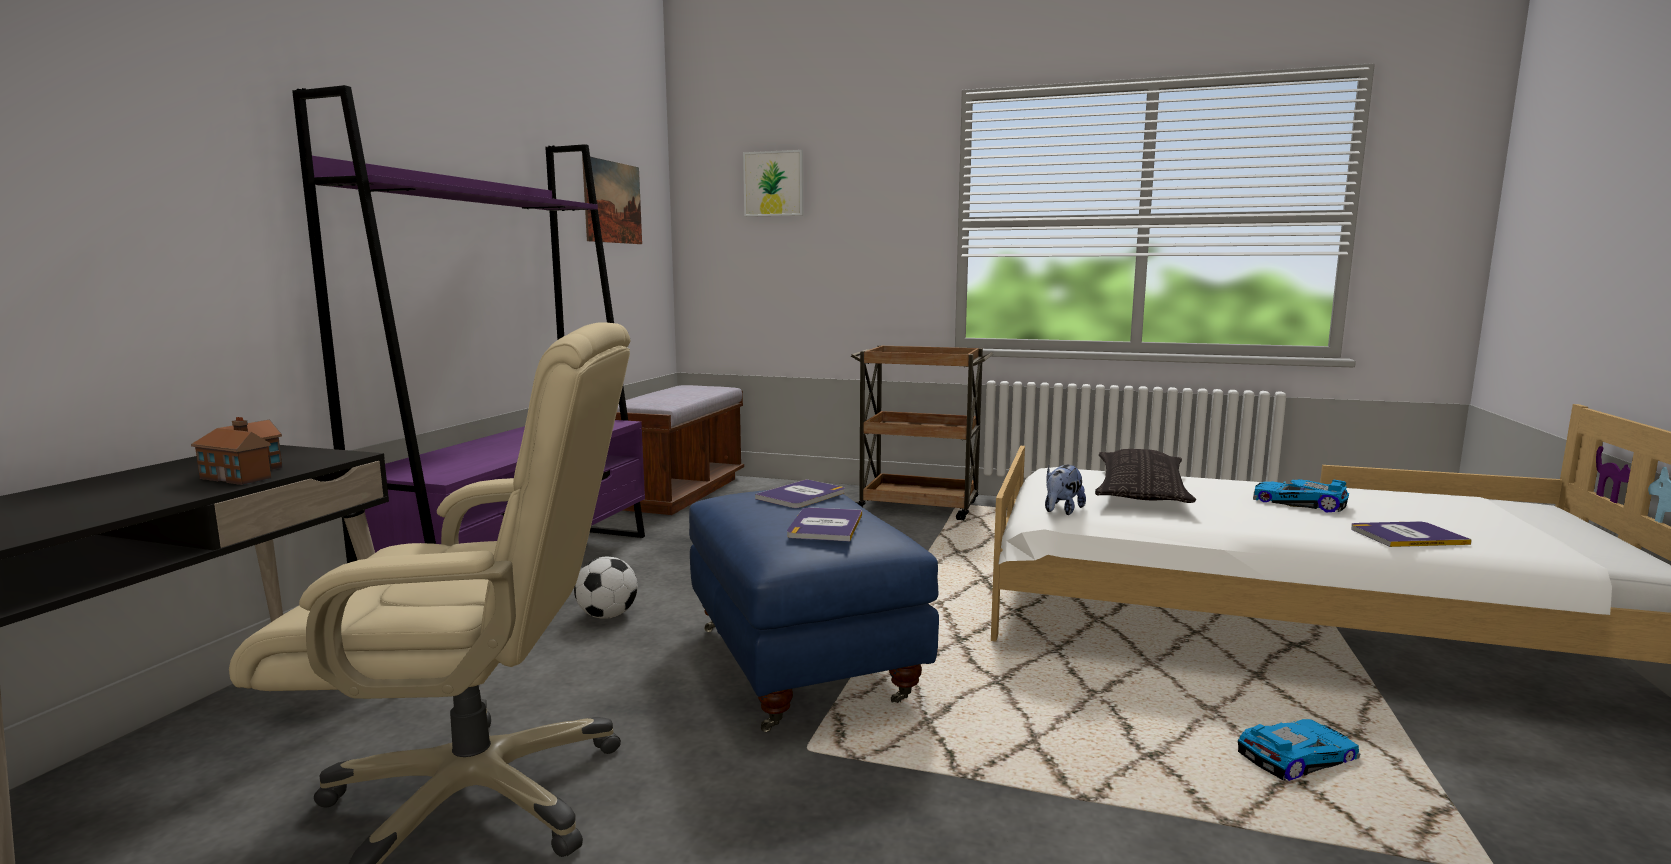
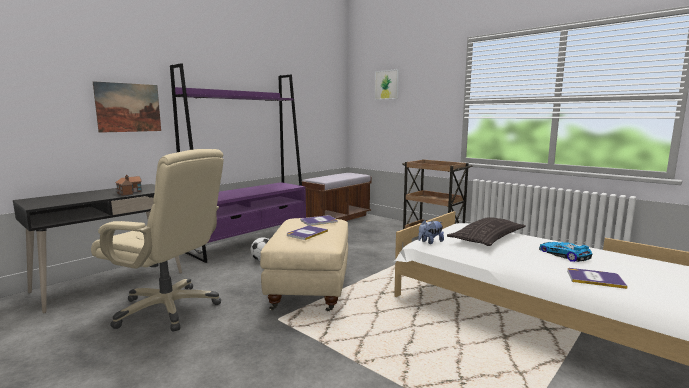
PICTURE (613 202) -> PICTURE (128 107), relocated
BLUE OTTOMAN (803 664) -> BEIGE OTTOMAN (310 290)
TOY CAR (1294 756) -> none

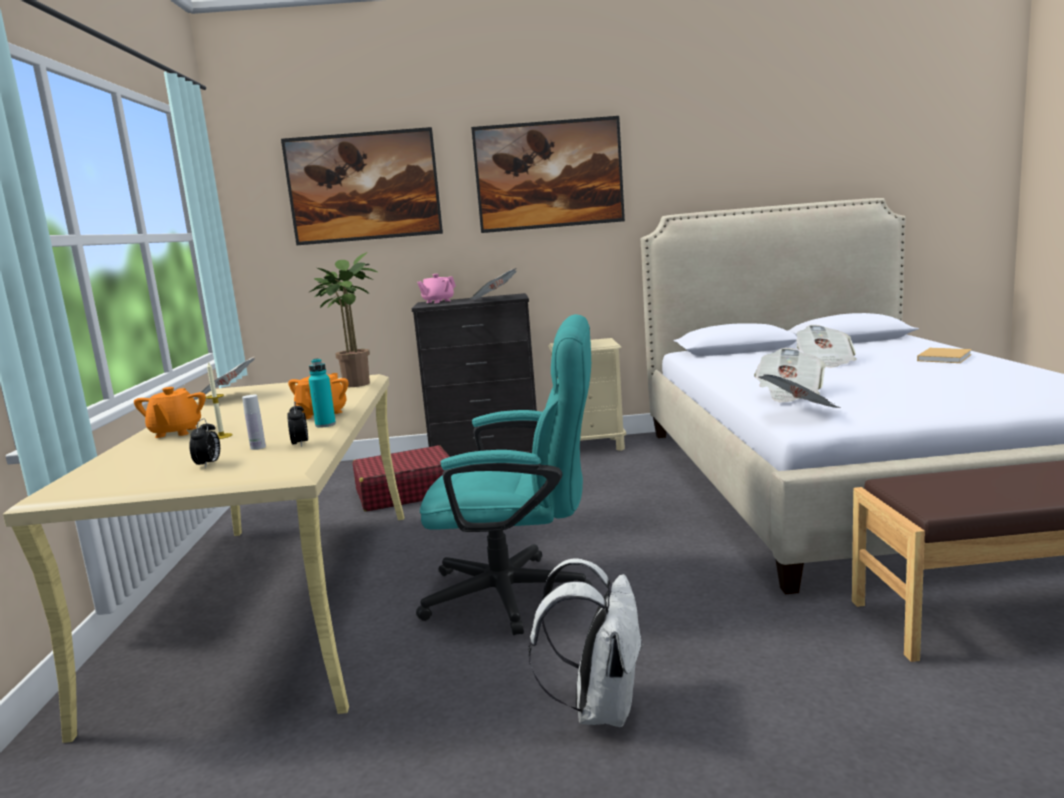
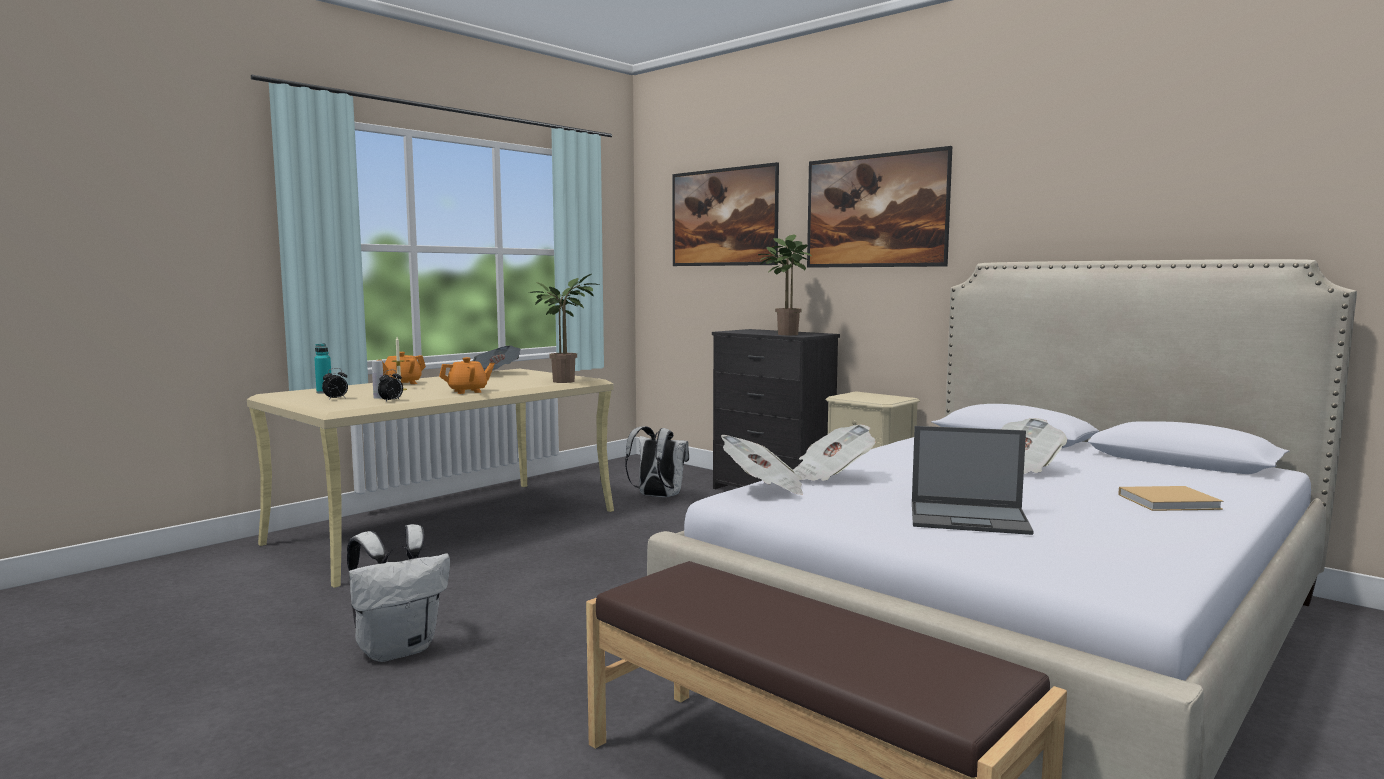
TURQUOISE BOTTLE (325 425) -> TURQUOISE BOTTLE (324 392), relocated
RED SUITCASE (405 493) -> WHITE BACKPACK (657 497)
NEWSPAPER (494 299) -> POTTED PLANT (784 334)
none -> LAPTOP (970 518)
TURQUOISE OFFICE CHAIR (521 594) -> none
PINK TEAPOT (438 301) -> none

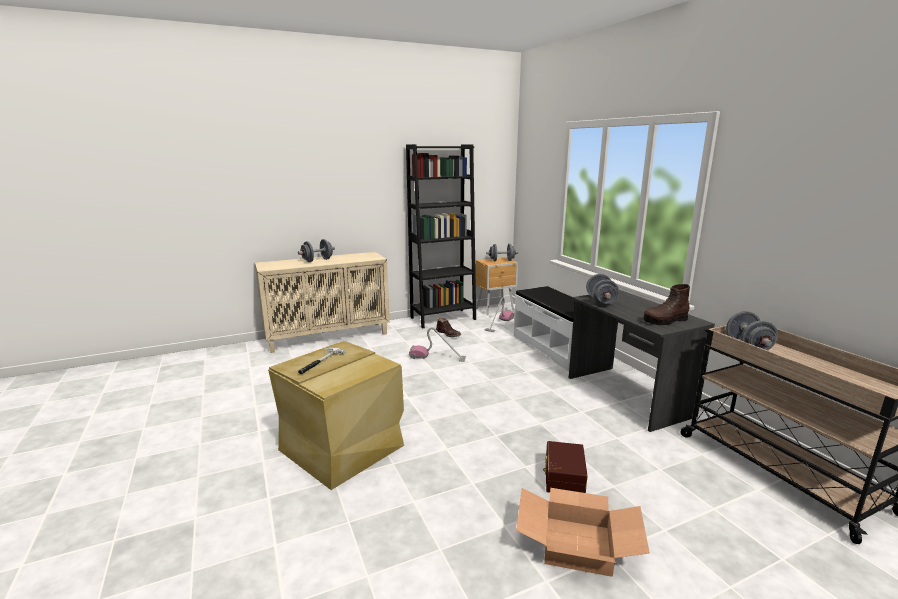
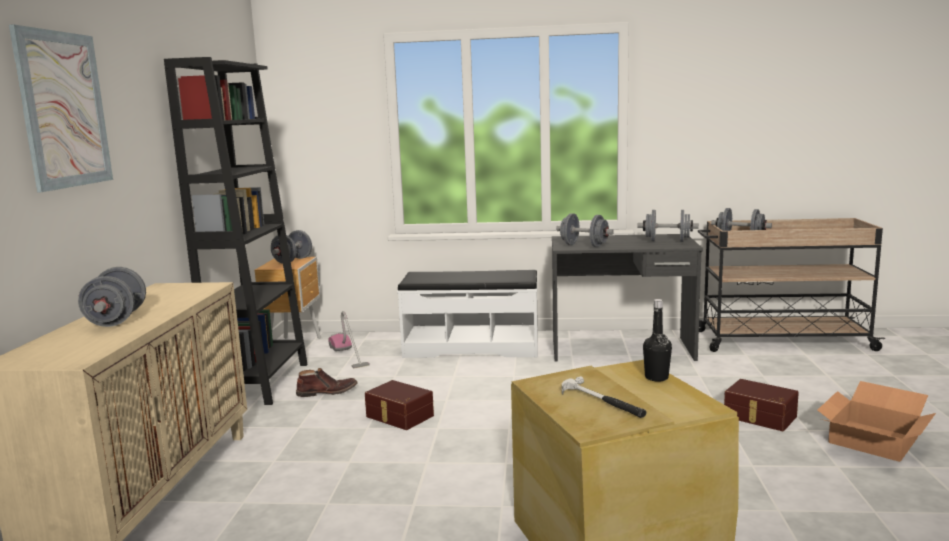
none -> PICTURE (63 110)
VACUUM CLEANER (437 357) -> BROWN STORAGE BOX (399 417)
BROWN BOOT (665 321) -> GREY DUMBBELL (667 241)
none -> BLACK BOTTLE (656 377)

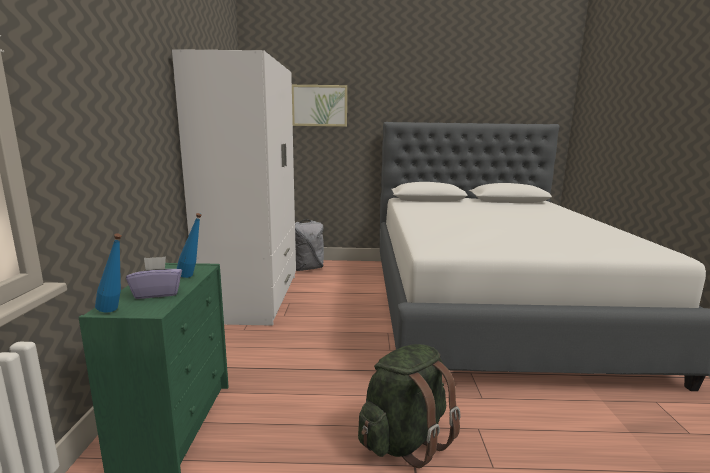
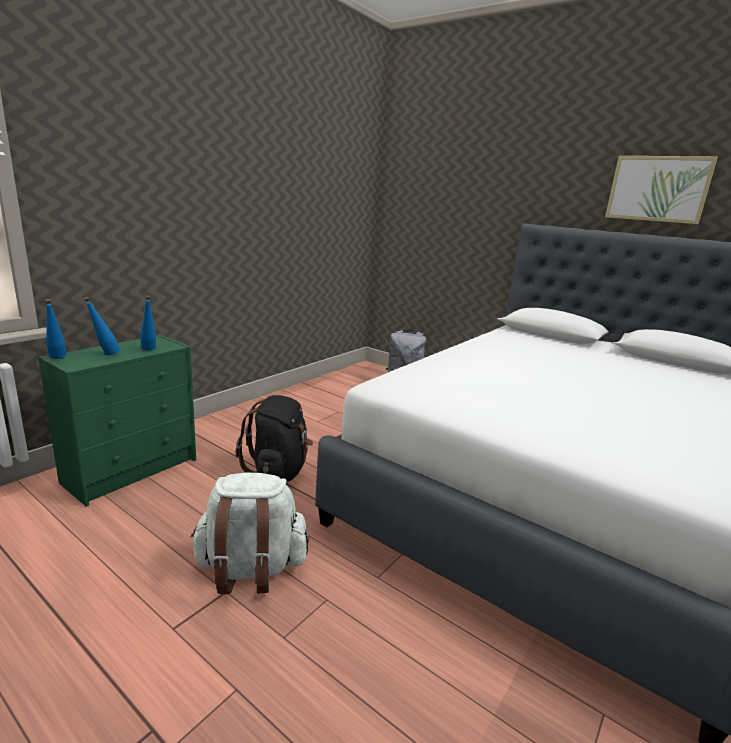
PURPLE TISSUE BOX (157 293) -> BLUE BOTTLE (105 355)
GREEN BACKPACK (405 440) -> WHITE BACKPACK (250 569)
none -> BLACK BACKPACK (278 473)
PICTURE (319 105) -> PICTURE (658 189), relocated
WHITE WARDROBE (254 297) -> none

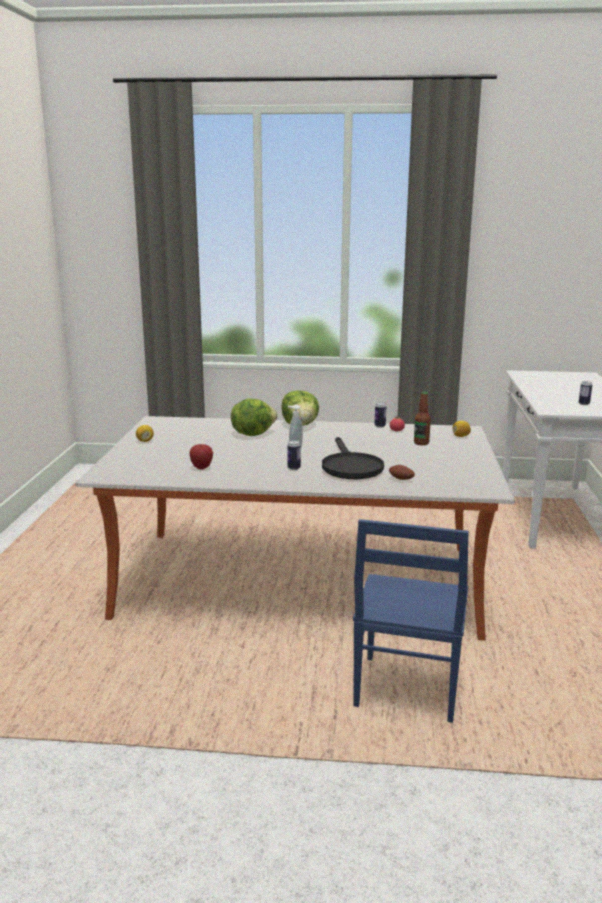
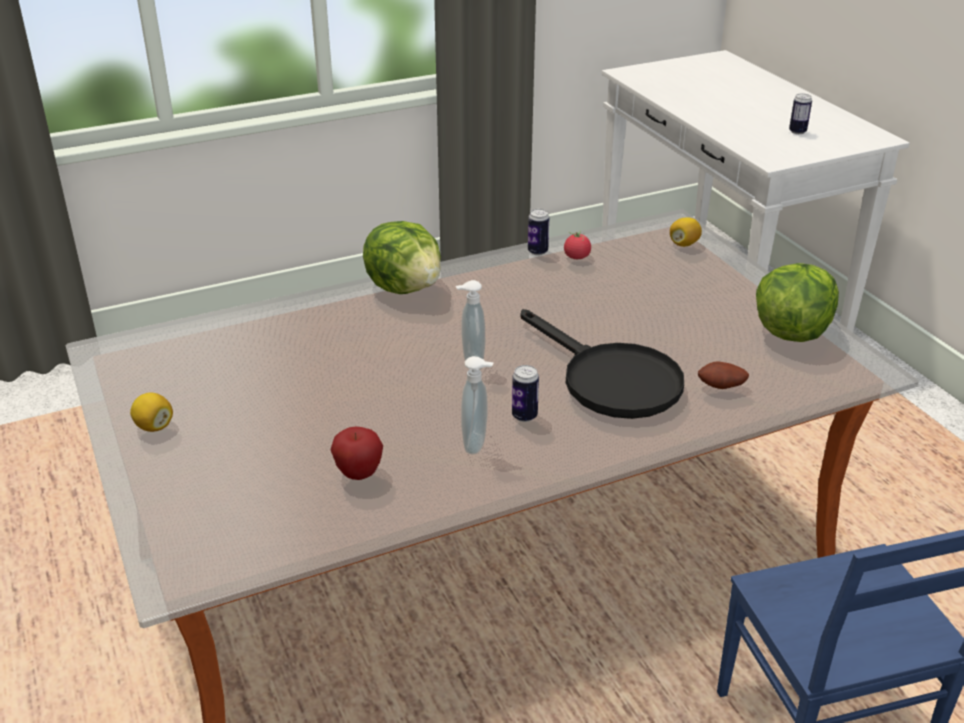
none -> SOAP DISPENSER (477 444)
LETTUCE (252 434) -> LETTUCE (791 331), relocated
BOTTLE (421 443) -> none

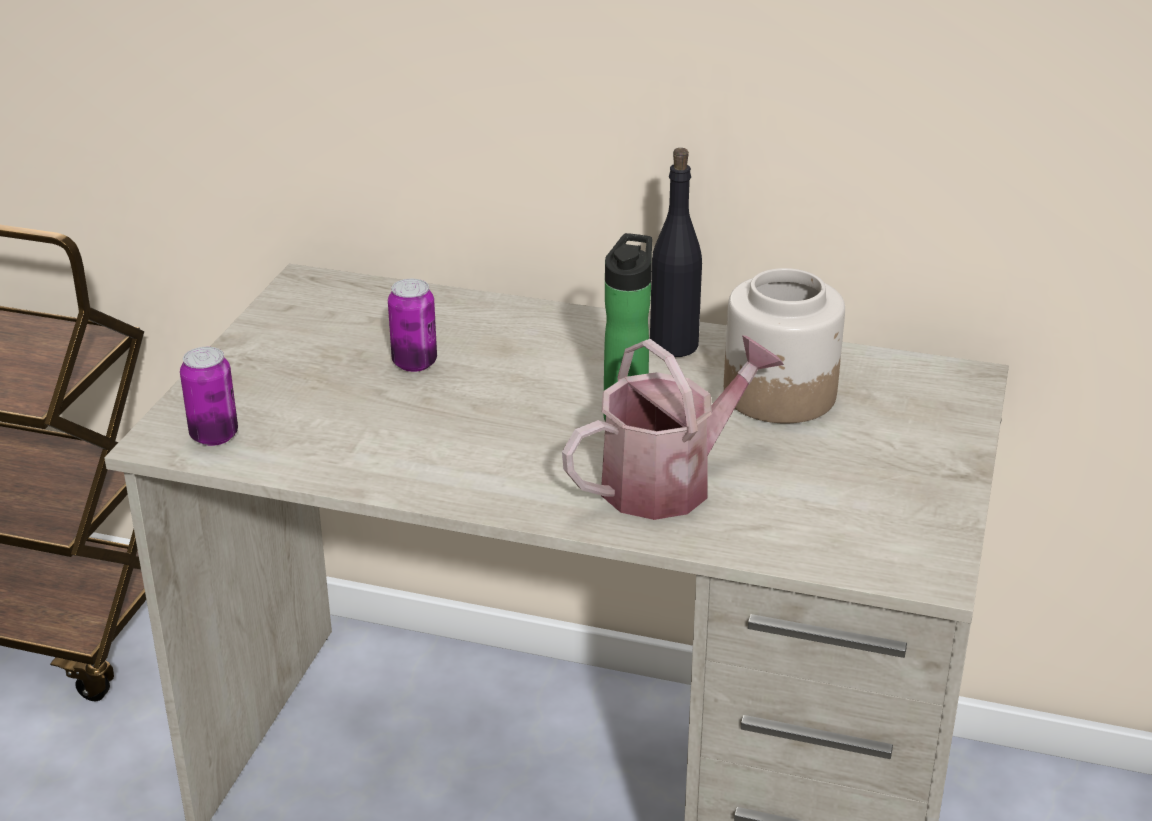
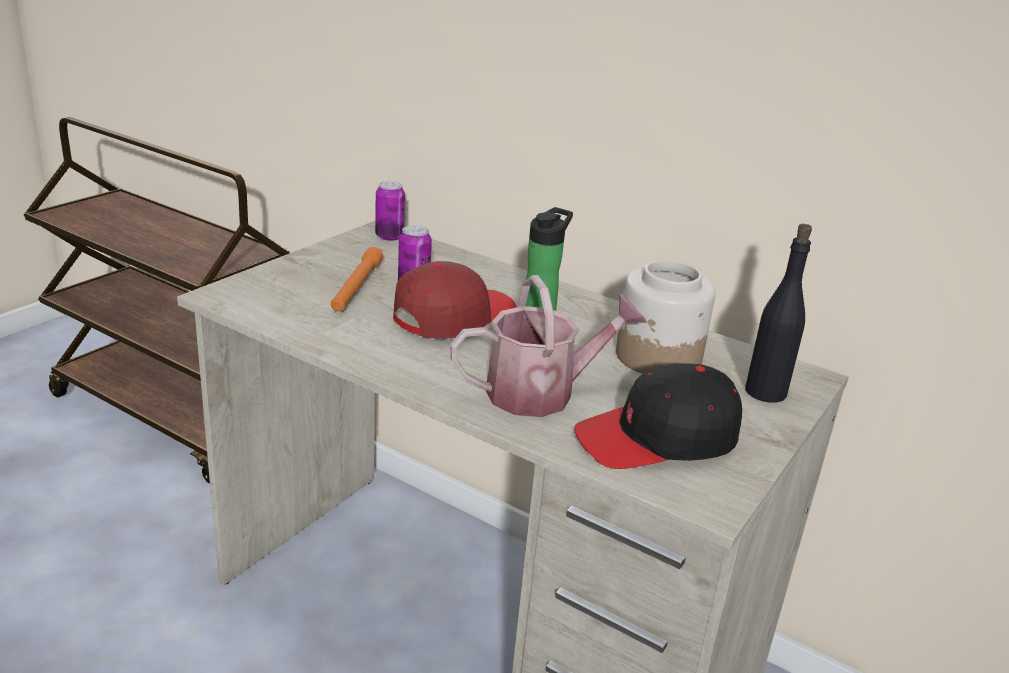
none -> ORANGE FLASHLIGHT (356 287)
CAN (214 436) -> CAN (389 236), relocated
none -> RED CAP (454 317)
none -> BLACK CAP (658 438)
BLACK BOTTLE (674 345) -> BLACK BOTTLE (765 392), relocated

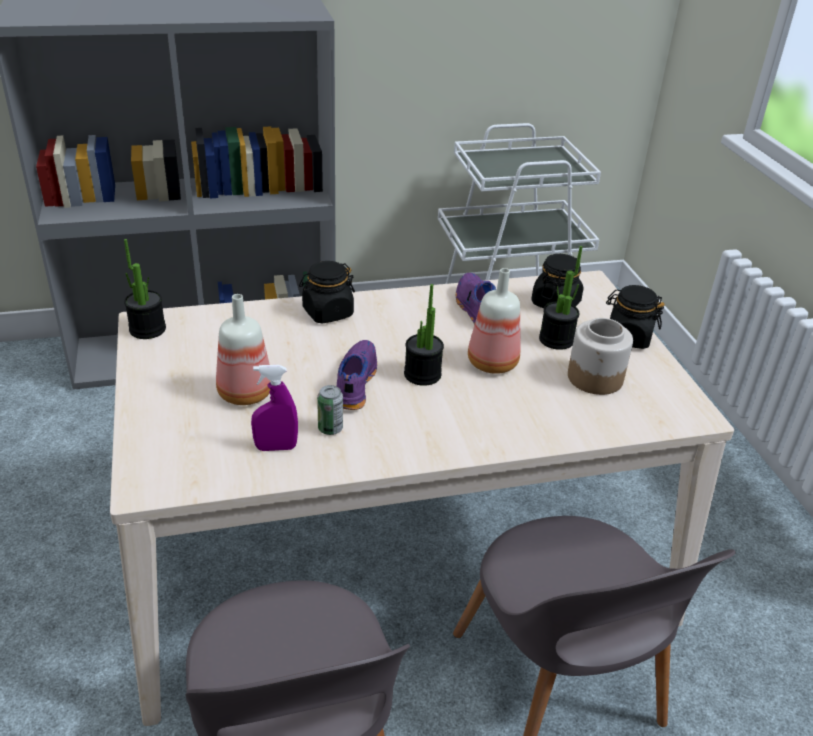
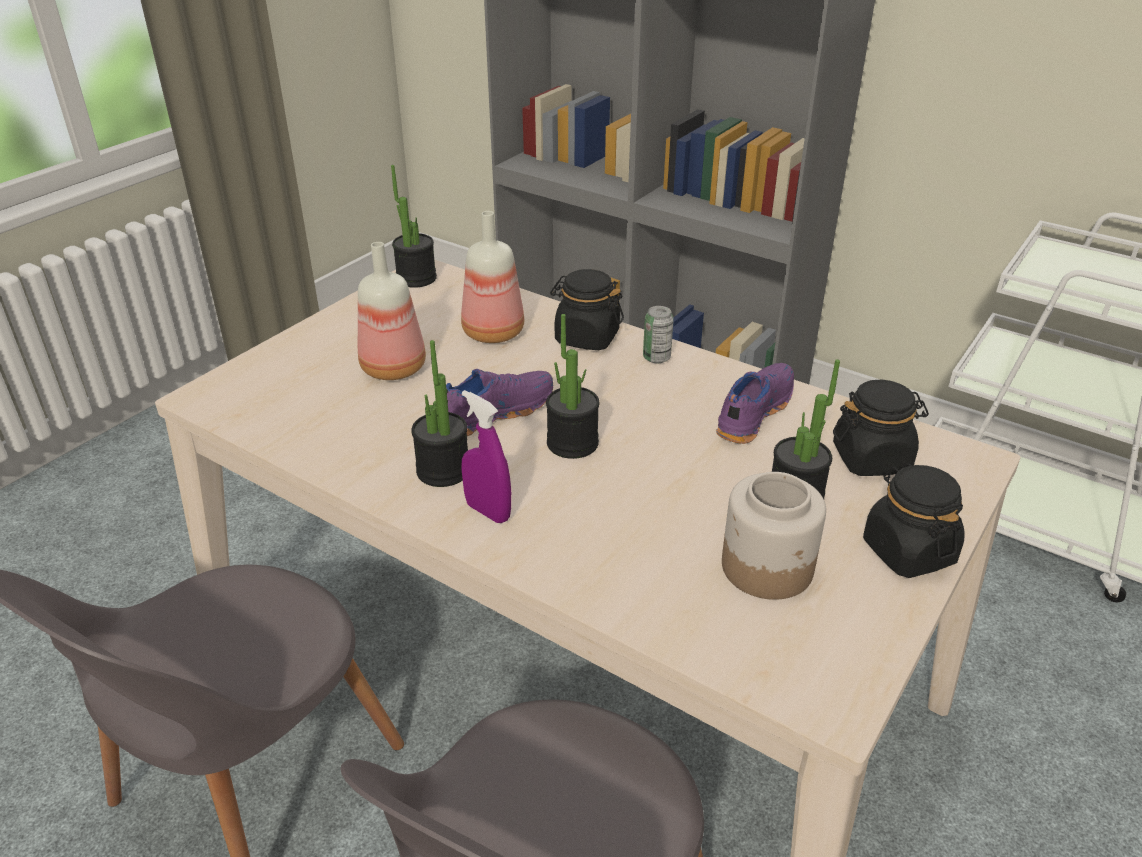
none -> POTTED PLANT (443 470)
BOTTLE (491 364) -> BOTTLE (491 333), relocated
PURPLE SPRAY BOTTLE (276 447) -> PURPLE SPRAY BOTTLE (488 511), relocated
CAN (330 428) -> CAN (656 357), relocated

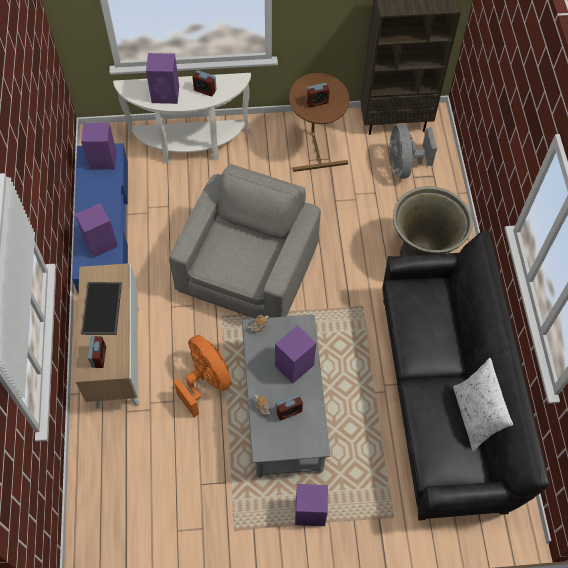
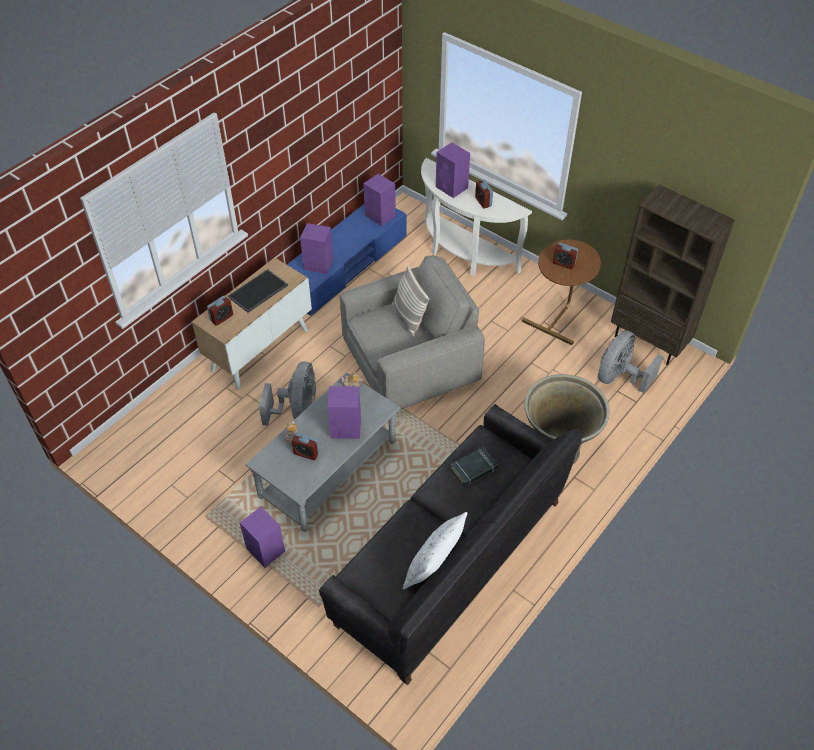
ORANGE FAN (206 381) -> GREY FAN (297 410)
none -> PILLOW (408 318)
none -> BLACK BOOK (474 469)

